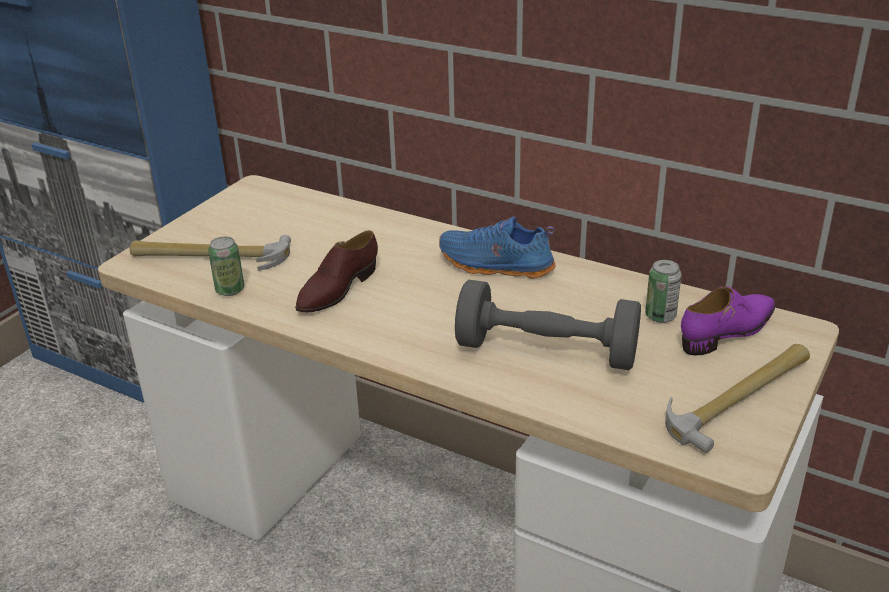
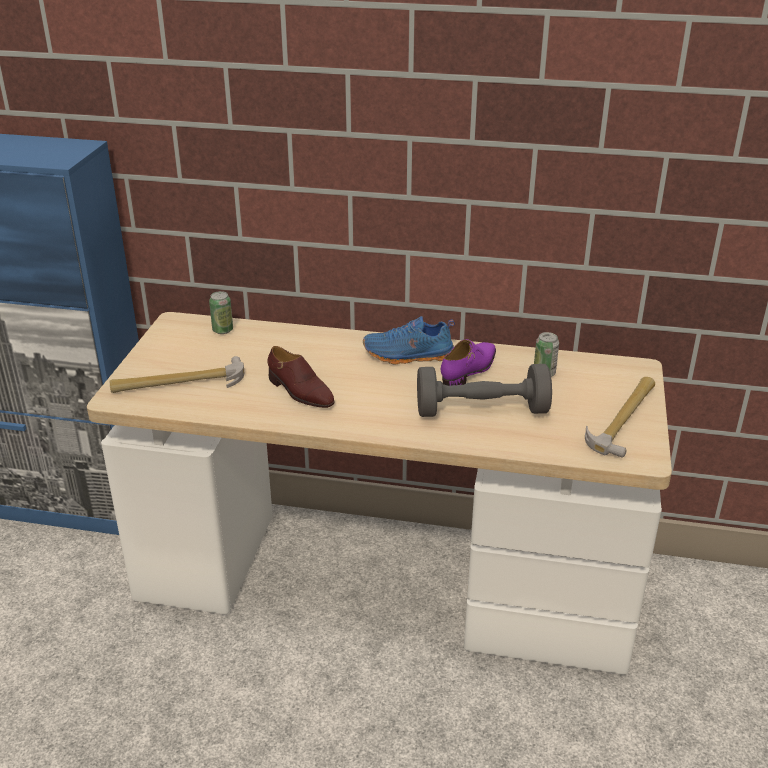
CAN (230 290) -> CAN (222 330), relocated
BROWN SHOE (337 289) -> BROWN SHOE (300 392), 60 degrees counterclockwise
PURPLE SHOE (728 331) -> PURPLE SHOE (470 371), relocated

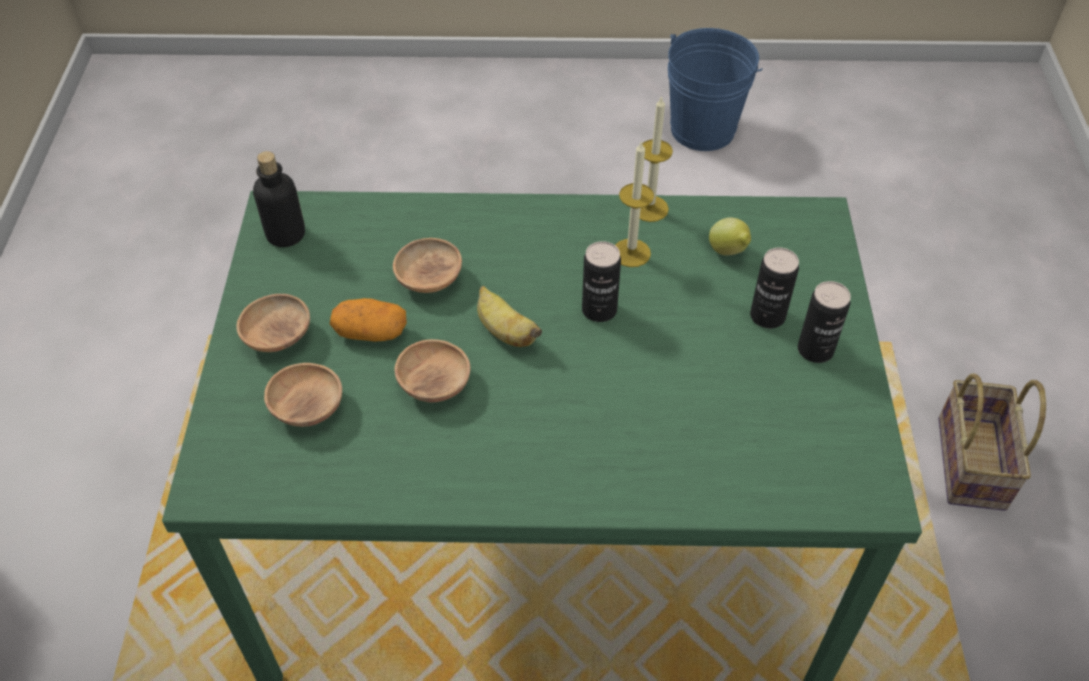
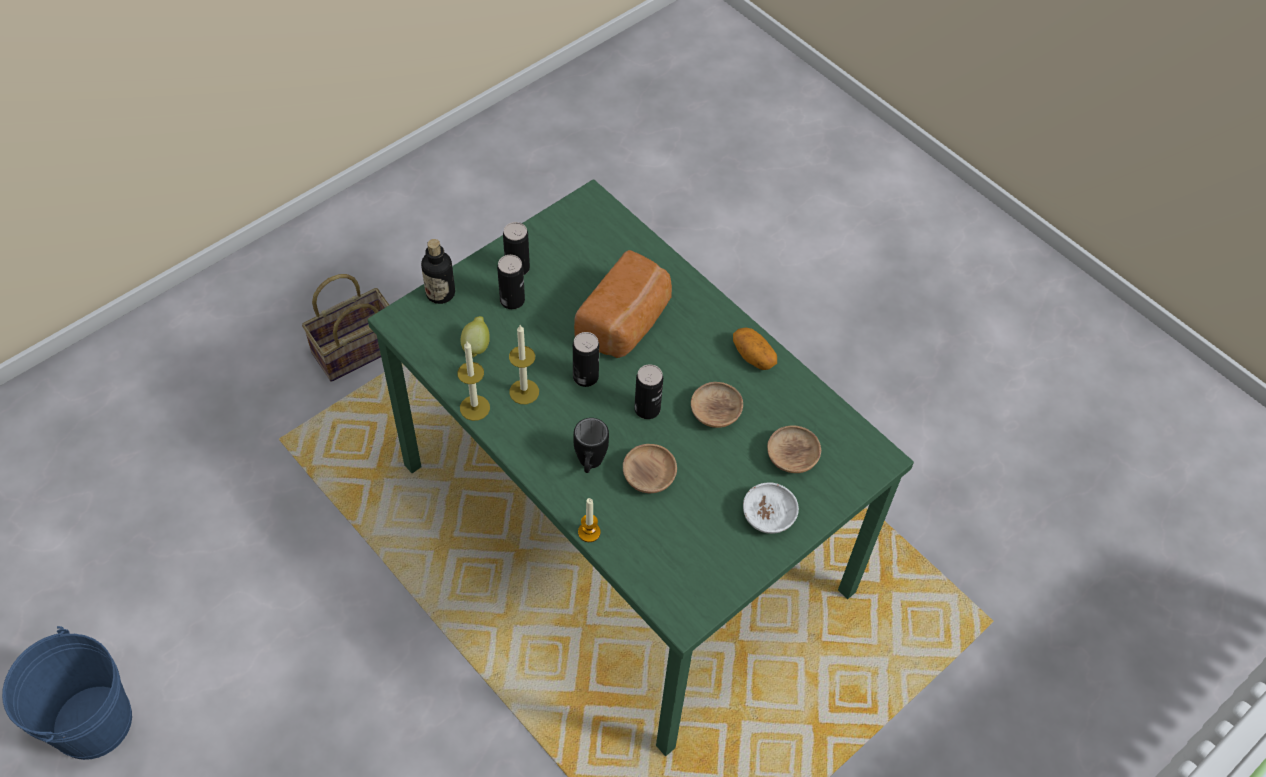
BOTTLE (286 234) -> BOTTLE (440 293), relocated
none -> BLACK MUG (589 465)
none -> BREAD (626 323)
none -> CANDLE (589 532)
BANANA (505 332) -> CAN (647 409)
POTATO (370 332) -> POTATO (753 356), relocated
BROWN BOWL (278 336) -> WHITE BOWL (768 516)

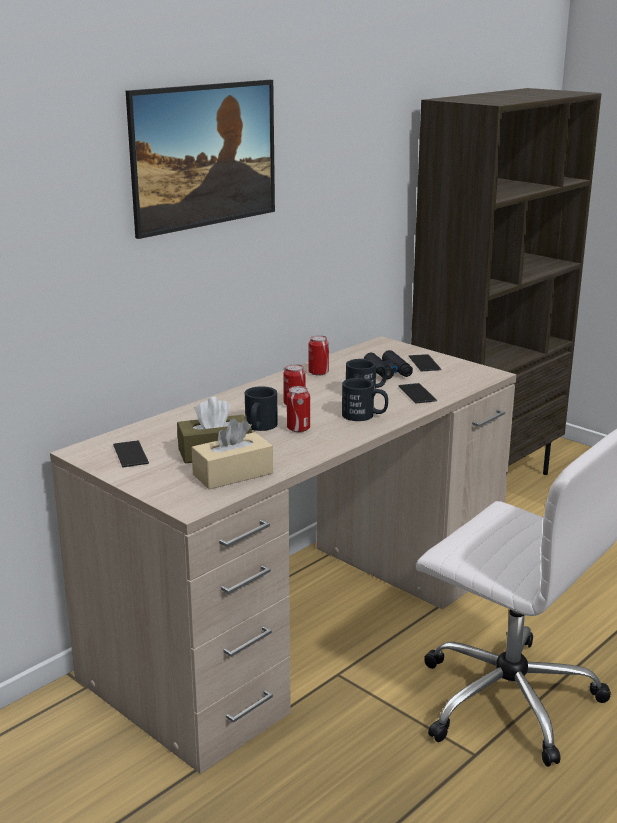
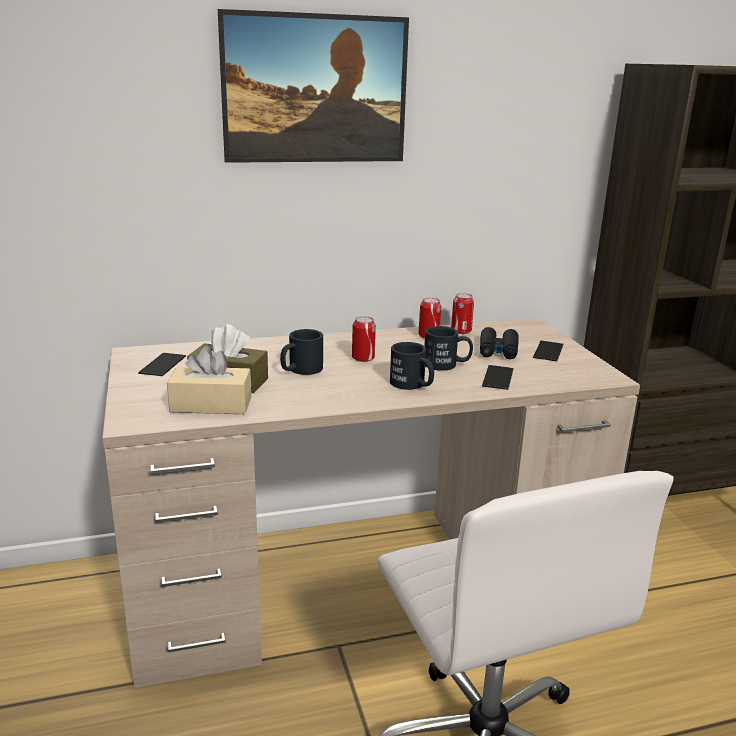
CAN (298 429) -> CAN (461 331), relocated

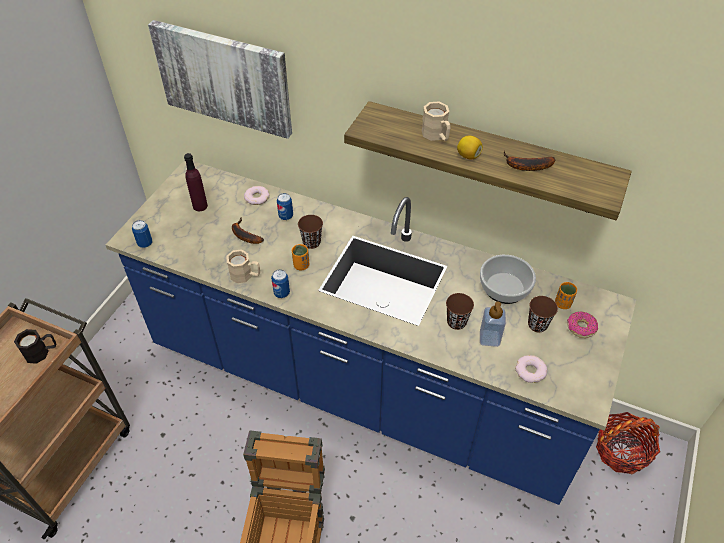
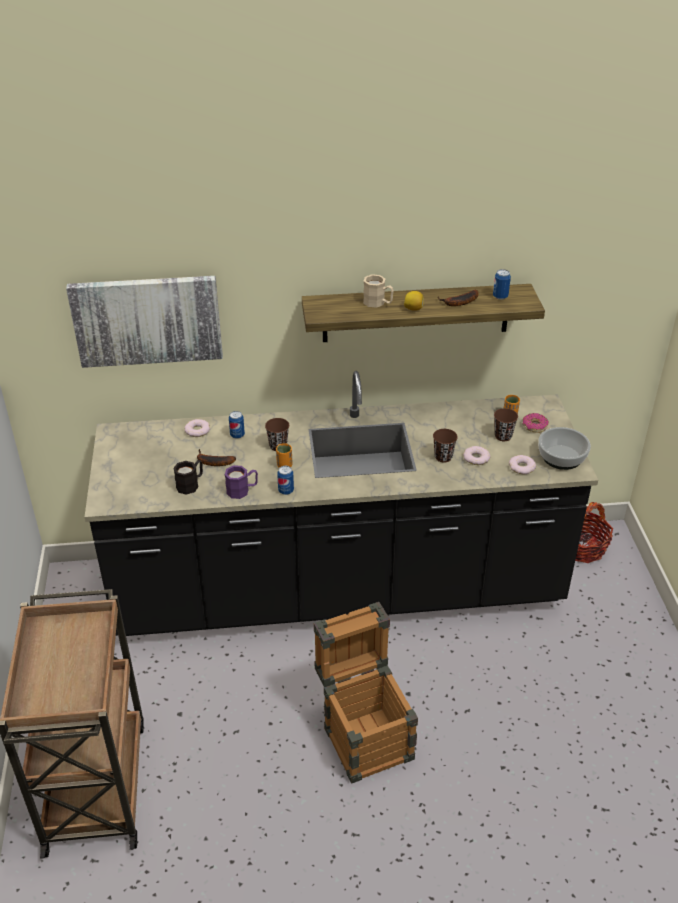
BLUE COUNTER (362 384) -> BLACK COUNTER (339 590)
BLACK MUG (42 352) -> BLACK MUG (191 484), relocated
BEIGE MUG (245 275) -> PURPLE MUG (242 490)
SOAP DISPENSER (489 338) -> DONUT (476 458)
CAN (145 243) -> CAN (500 296), relocated
BOWL (505 288) -> BOWL (562 457), relocated
PURPLE BOTTLE (200 206) -> none

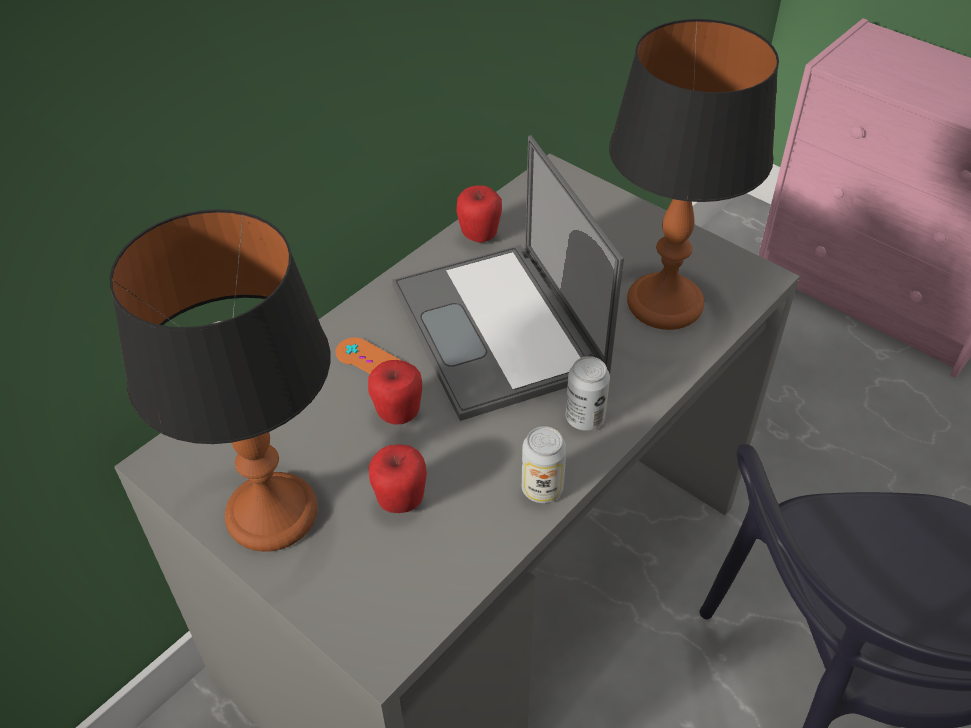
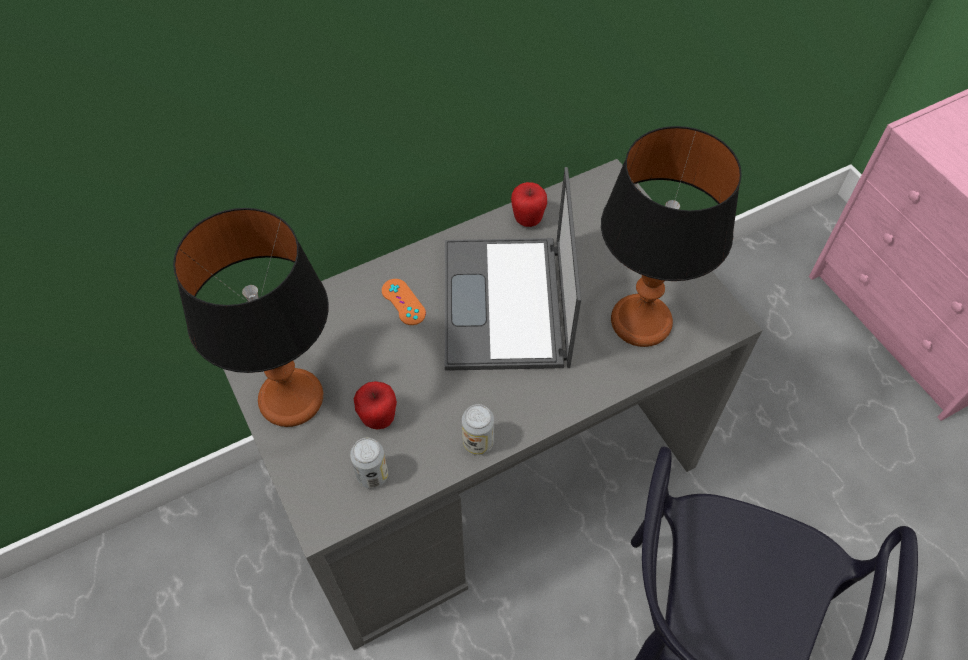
CAN (584 418) -> CAN (372 475), relocated
APPLE (398 414) -> none

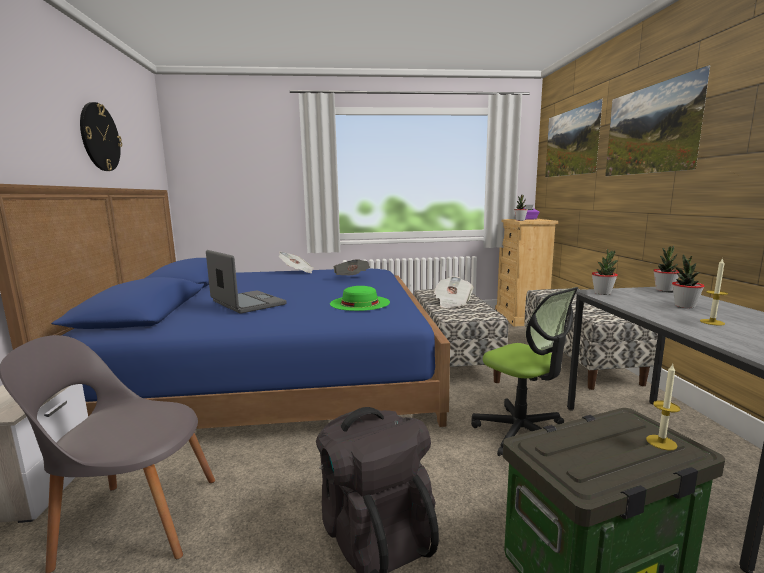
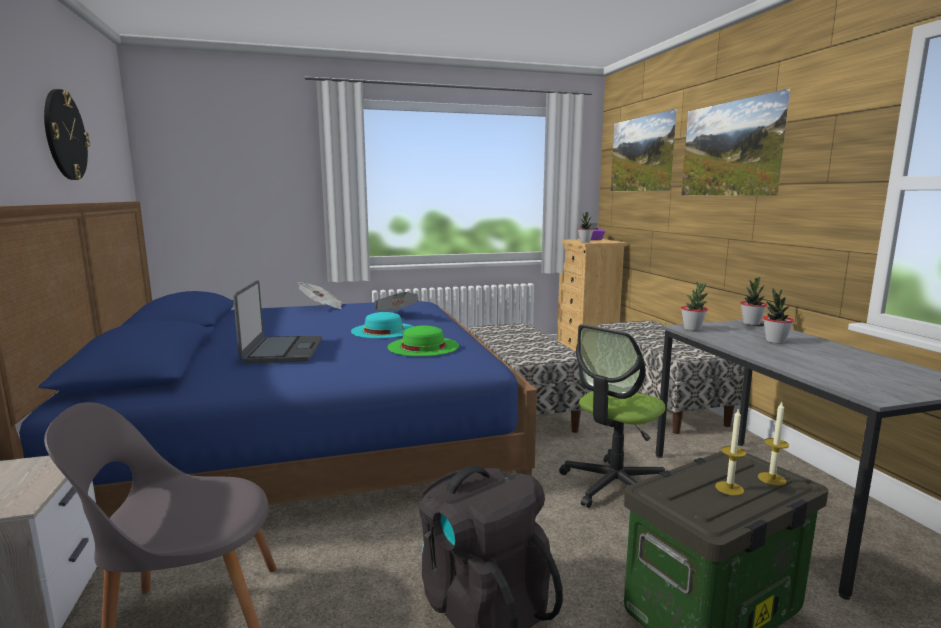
LAPTOP (247 303) -> LAPTOP (282 351), 45 degrees clockwise
none -> TURQUOISE HAT (383 330)
OFFICE CHAIR (521 433) -> OFFICE CHAIR (613 486), 90 degrees clockwise
CANDLE (712 322) -> CANDLE (729 488), relocated
NEWSPAPER (452 303) -> none

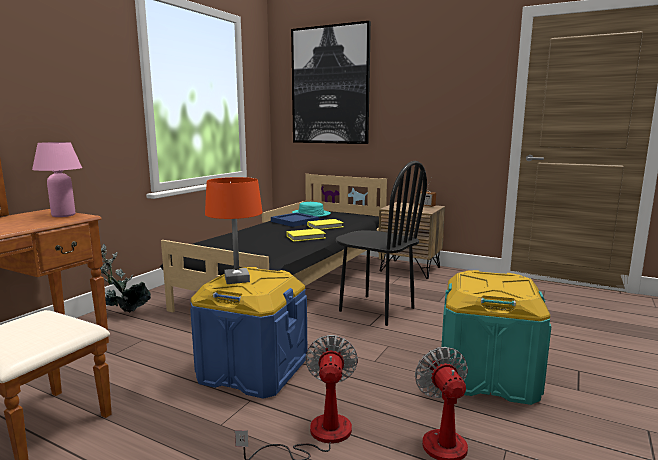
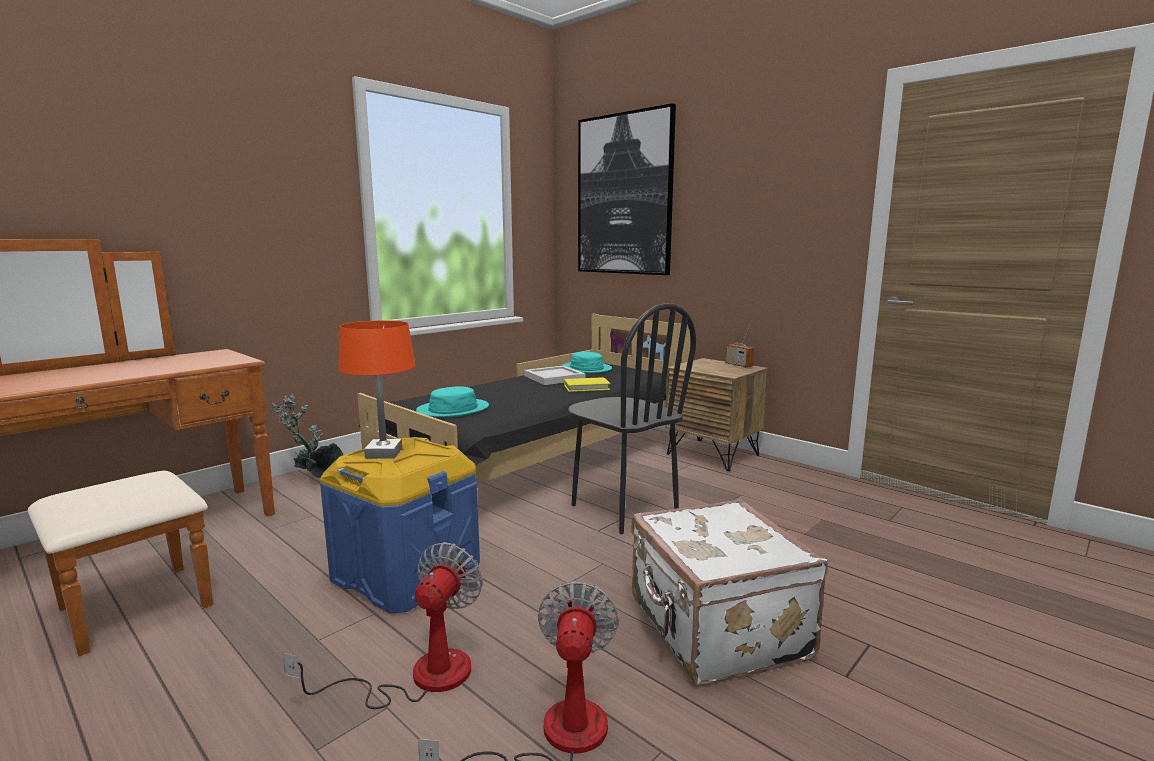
none -> TURQUOISE HAT (453 409)
BLUE TRAY (295 221) -> WHITE TRAY (555 378)
TURQUOISE STORAGE BOX (487 376) -> WHITE SUITCASE (715 630)
PINK TABLE LAMP (63 215) -> none
YELLOW BOOK (305 237) -> none

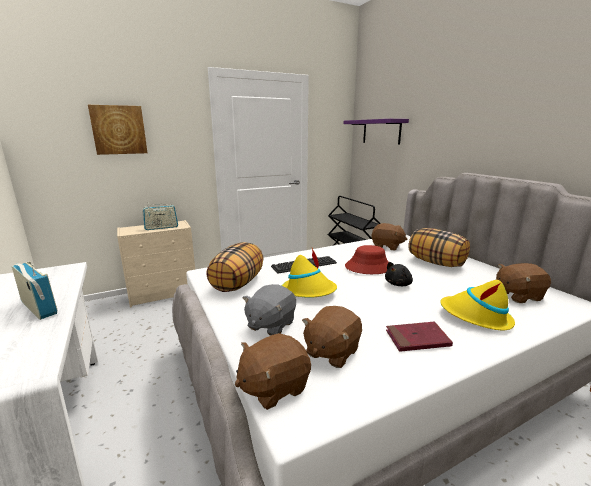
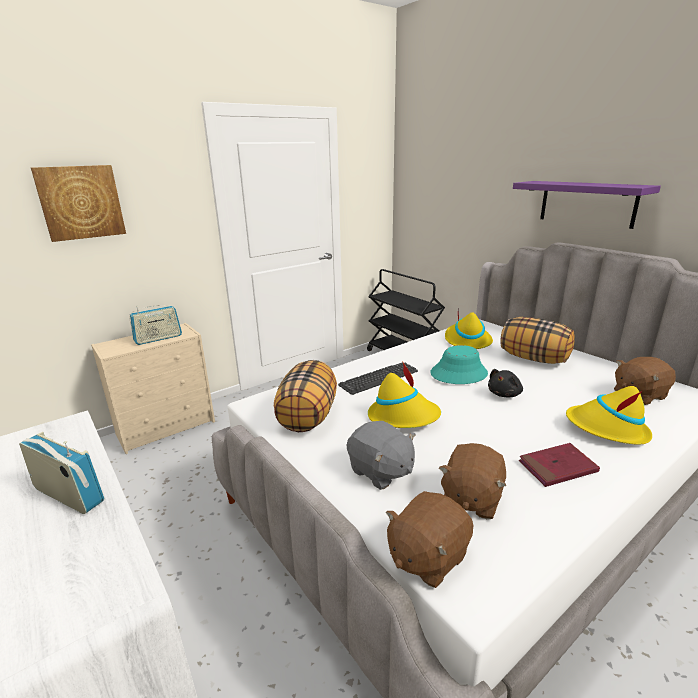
GREY PLUSH TOY (270 324) -> GREY PLUSH TOY (380 471), 60 degrees counterclockwise
RED HAT (368 267) -> TURQUOISE HAT (458 373)
BROWN PLUSH TOY (387 246) -> YELLOW HAT (467 340)
PURPLE SHELF (381 131) -> PURPLE SHELF (587 203), relocated

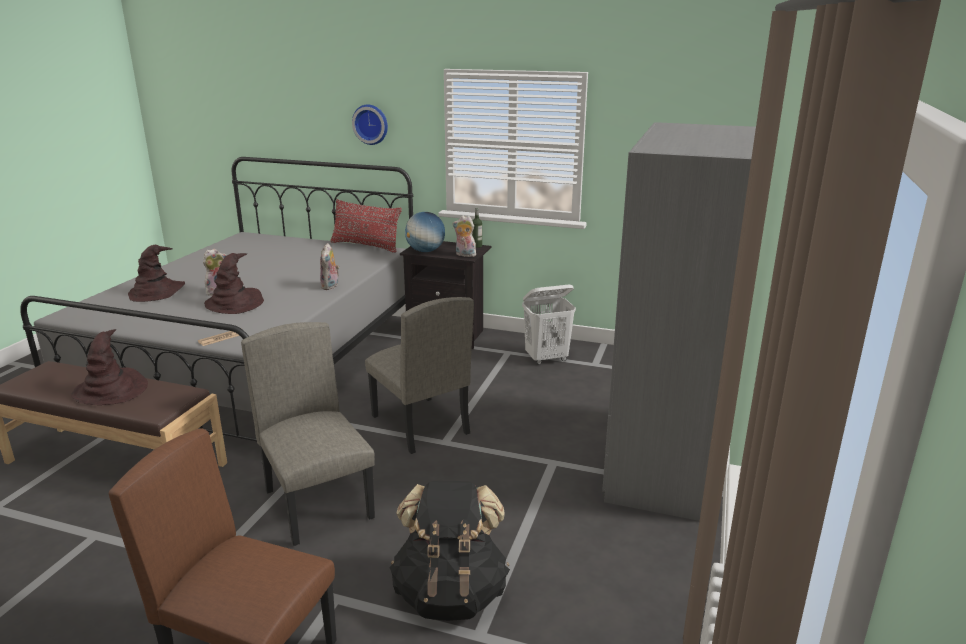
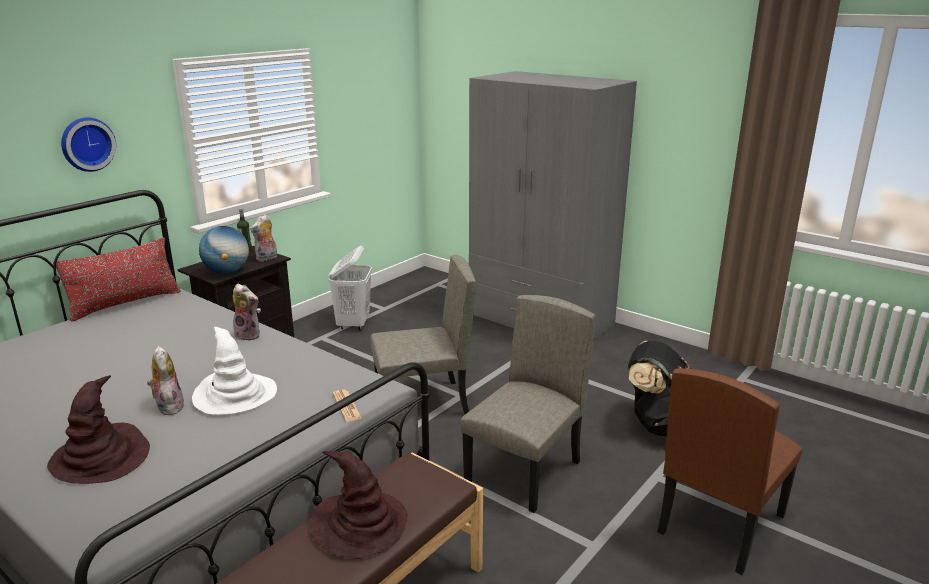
BROWN HAT (235 303) -> WHITE HAT (234 395)
BEIGE CHAIR (319 504) -> BEIGE CHAIR (524 473), 135 degrees clockwise

